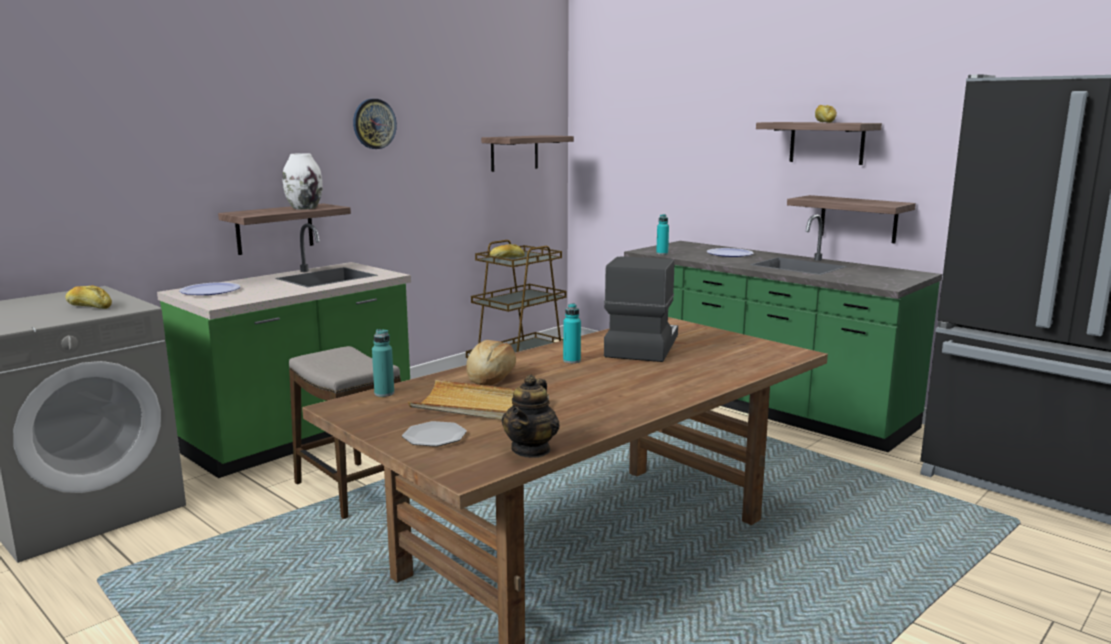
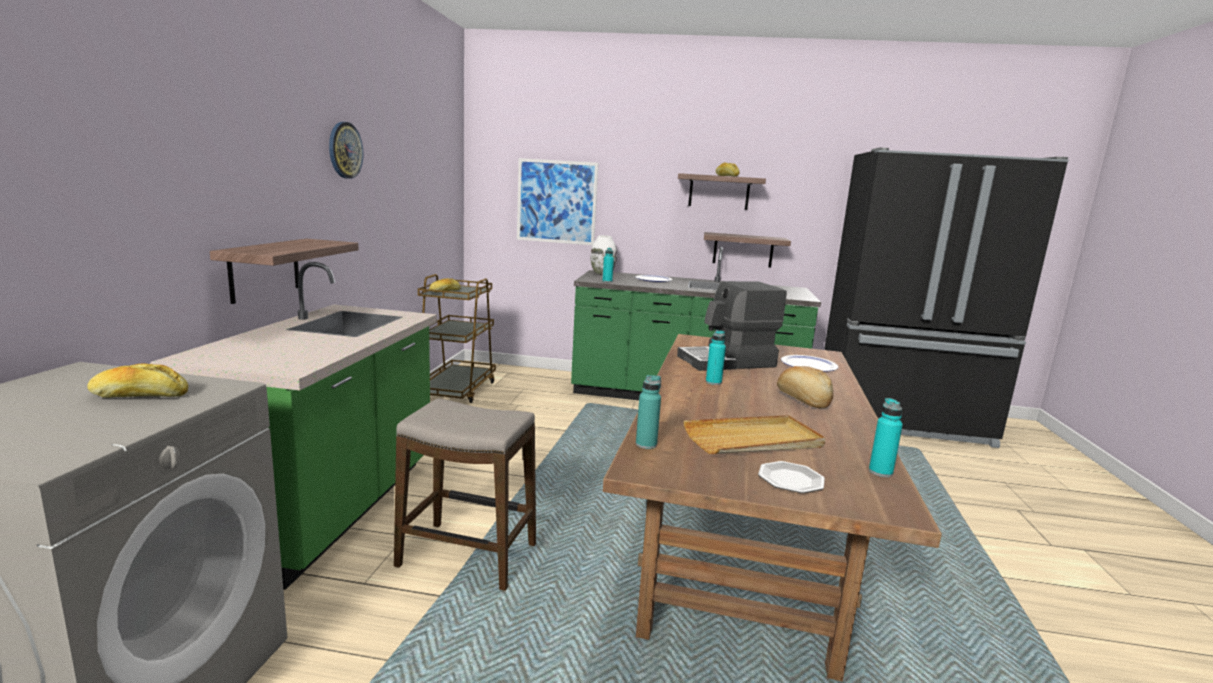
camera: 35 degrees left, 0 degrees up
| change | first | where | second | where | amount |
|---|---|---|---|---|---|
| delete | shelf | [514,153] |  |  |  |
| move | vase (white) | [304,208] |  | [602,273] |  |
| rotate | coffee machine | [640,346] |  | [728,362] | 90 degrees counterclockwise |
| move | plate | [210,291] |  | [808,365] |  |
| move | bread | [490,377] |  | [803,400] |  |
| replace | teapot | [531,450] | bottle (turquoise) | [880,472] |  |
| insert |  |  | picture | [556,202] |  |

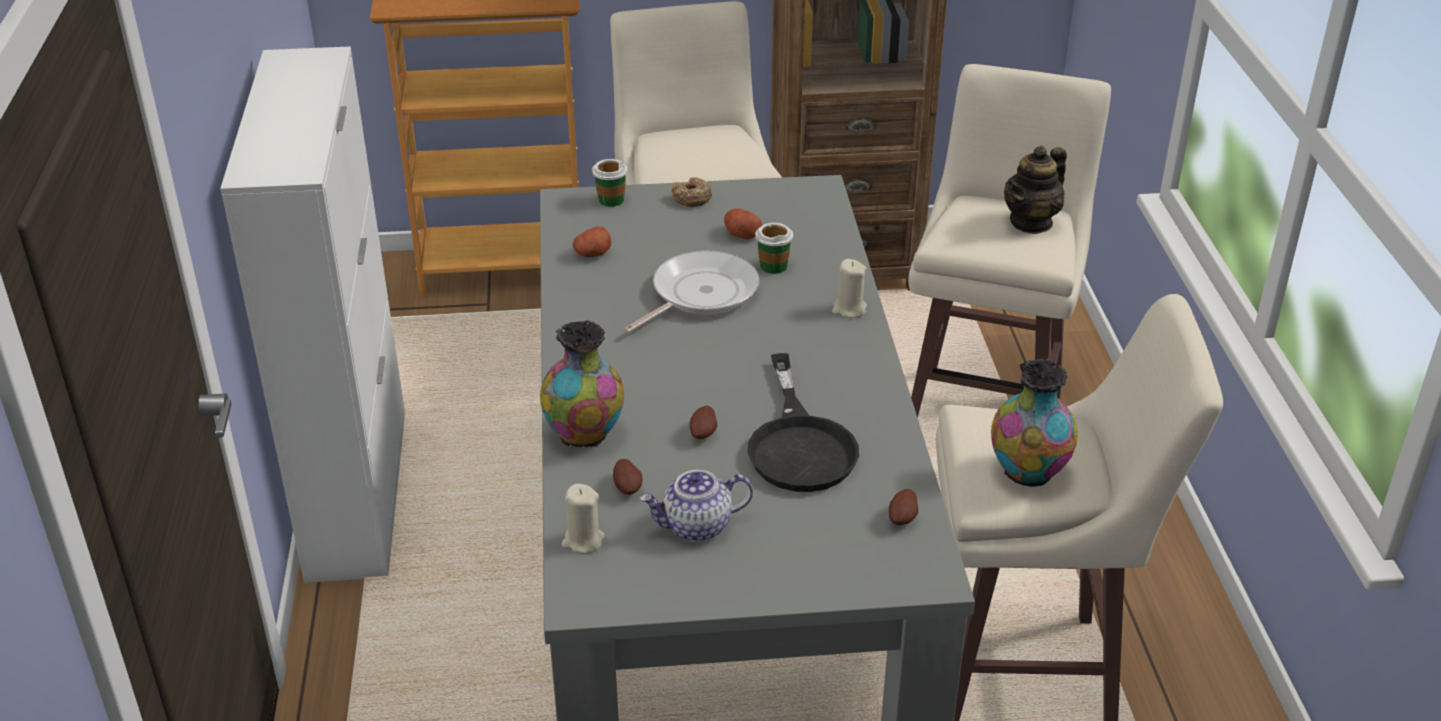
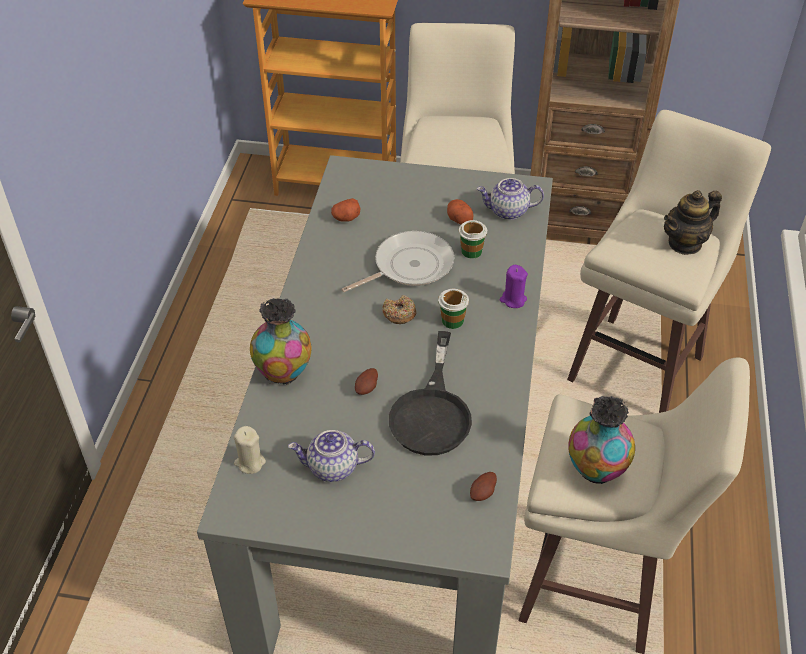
camera: 15 degrees right, 10 degrees up
| change | first | where | second | where | amount |
|---|---|---|---|---|---|
| delete | cabinet (white) | [358,492] |  |  |  |
| move | cup | [611,200] |  | [452,321] |  |
| move | donut | [692,198] |  | [399,314] |  |
| recolor | candle (beige) | [849,309] | candle (purple) | [513,300] |  |
| delete | potato | [628,487] |  |  |  |
| insert |  |  | teapot | [508,211] |  |

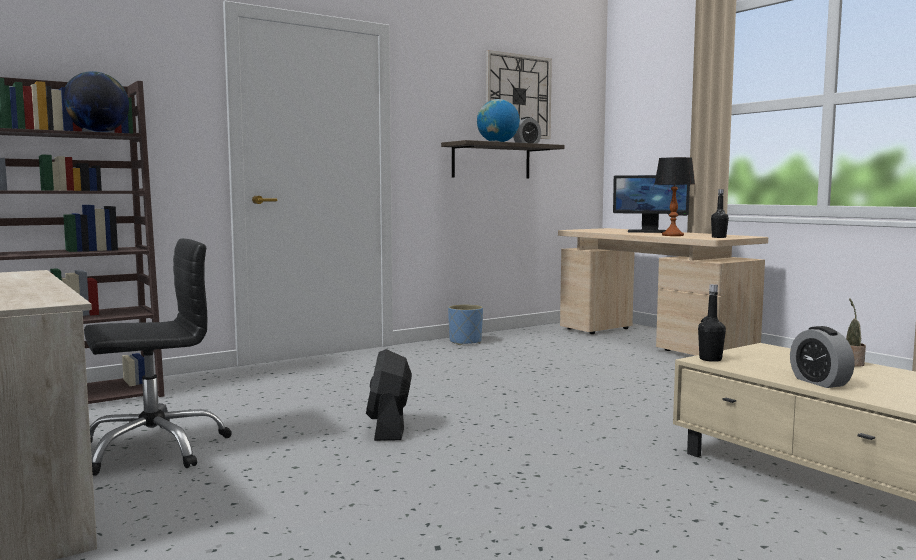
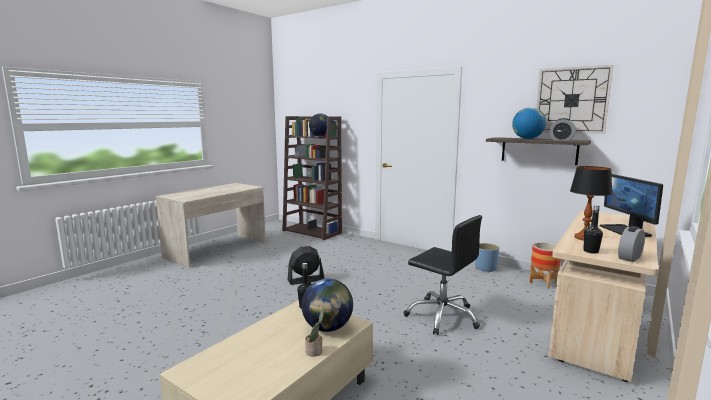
camera: 70 degrees right, 5 degrees up
| change | first | where | second | where | amount |
|---|---|---|---|---|---|
| move | office chair (black) | [153,449] |  | [442,316] |  |
| move | alarm clock | [819,382] |  | [629,258] |  |
| insert |  |  | planter | [543,282] |  |
| insert |  |  | globe | [327,328] |  |

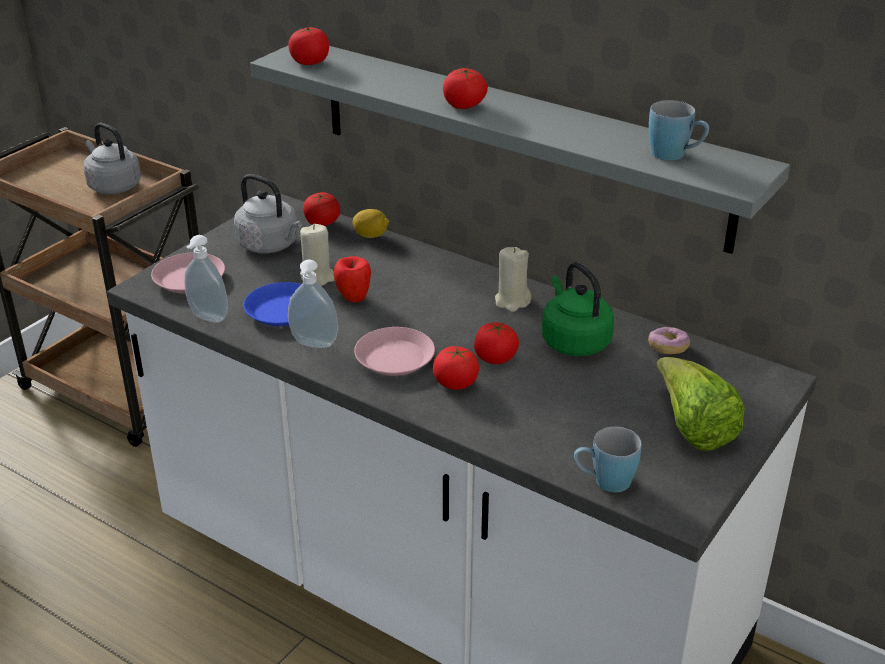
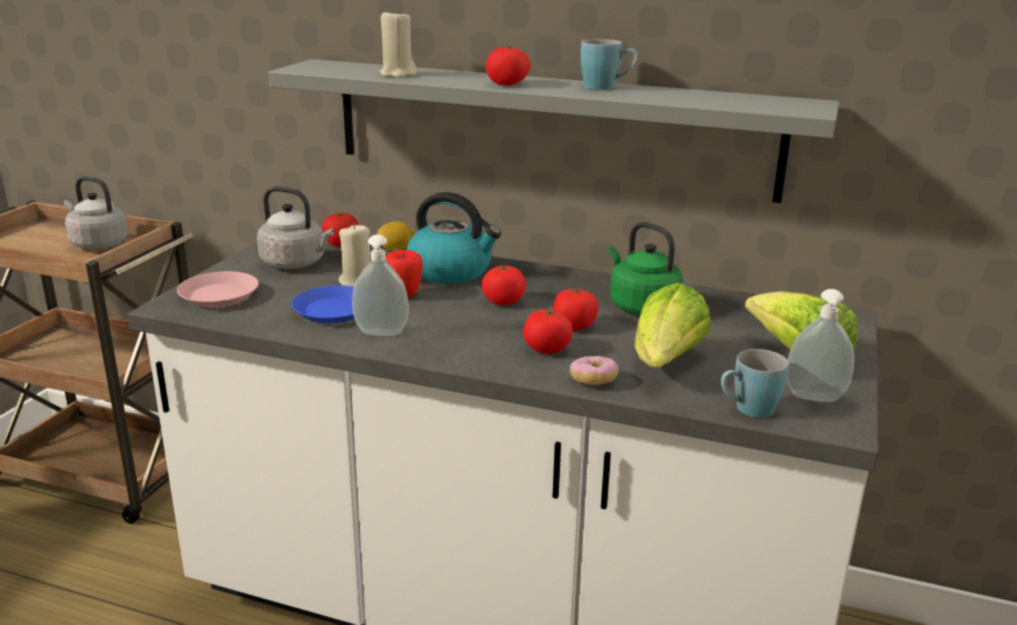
camera: 15 degrees left, 10 degrees down
| change | first | where | second | where | amount |
|---|---|---|---|---|---|
| move | tomato | [310,62] |  | [503,301] |  |
| move | mug (blue) | [675,155] |  | [607,87] |  |
| move | soap dispenser | [207,318] |  | [814,399] |  |
| move | candle (beige) | [512,301] |  | [398,74] |  |
| delete | plate (pink) | [395,358] |  |  |  |
| move | donut | [668,348] |  | [593,380] |  |
| insert |  |  | kettle | [451,271] |  |
| insert |  |  | lettuce | [666,362] |  |

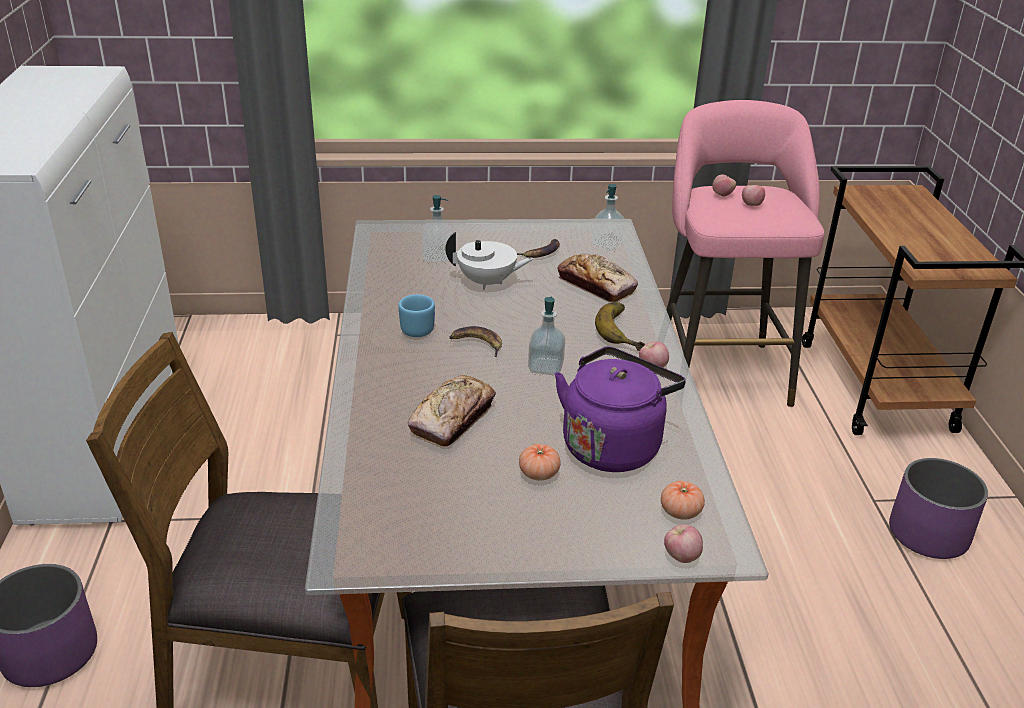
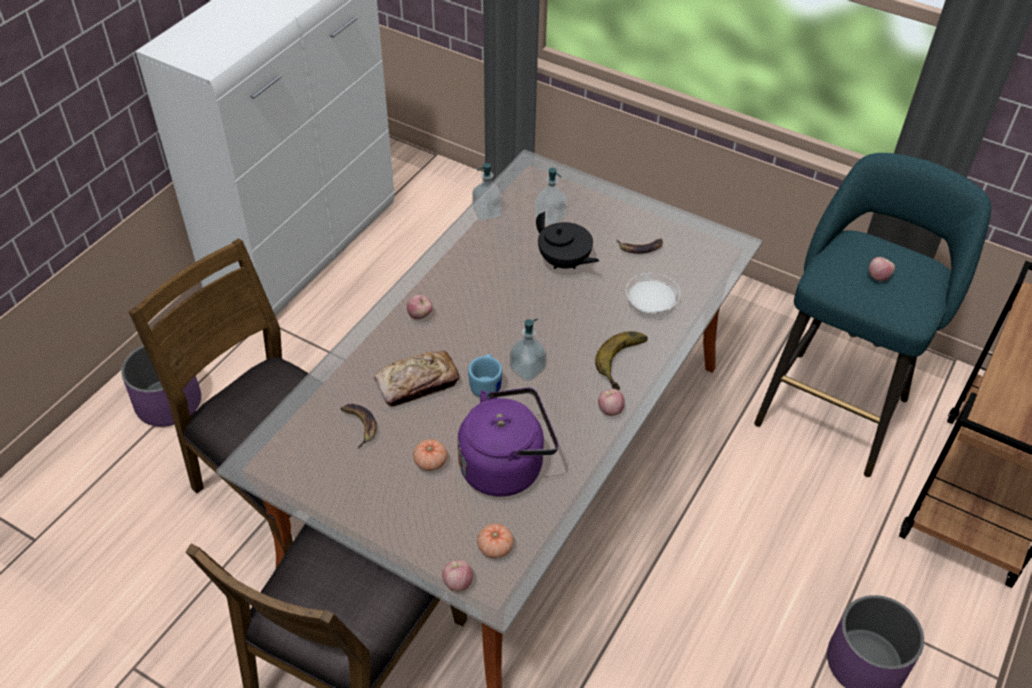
camera: 35 degrees right, 15 degrees up
| change | first | where | second | where | amount |
|---|---|---|---|---|---|
| recolor | stool (pink) | [719,369] | stool (turquoise) | [835,405] |  |
| move | apple | [722,195] |  | [420,315] |  |
| move | soap dispenser | [607,244] |  | [487,213] |  |
| recolor | teapot (white) | [487,282] | teapot (black) | [564,262] |  |
| replace | bread | [596,285] | plate (white) | [651,304] |  |
| move | mug (blue) | [415,328] |  | [486,384] |  |
| move | banana | [477,343] |  | [359,425] |  |

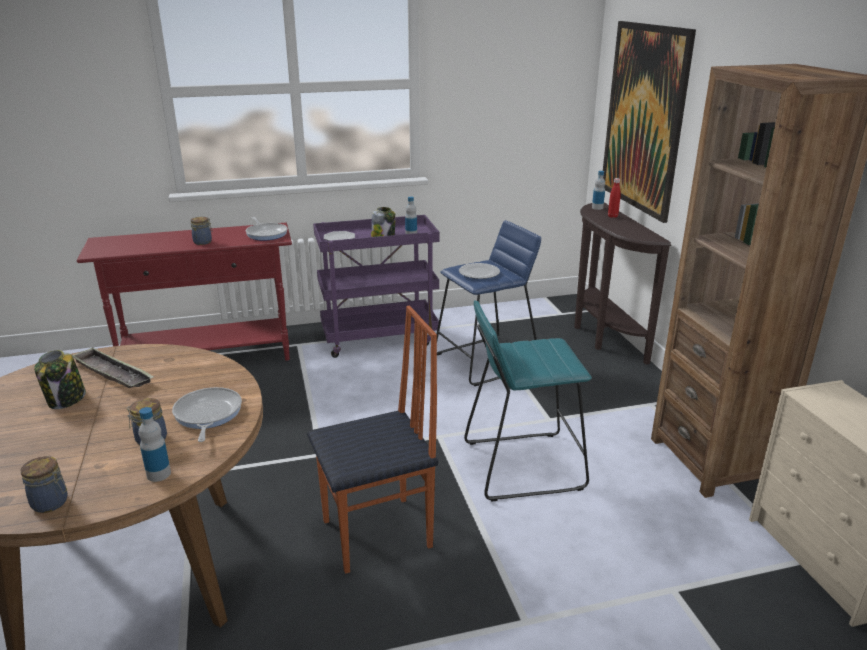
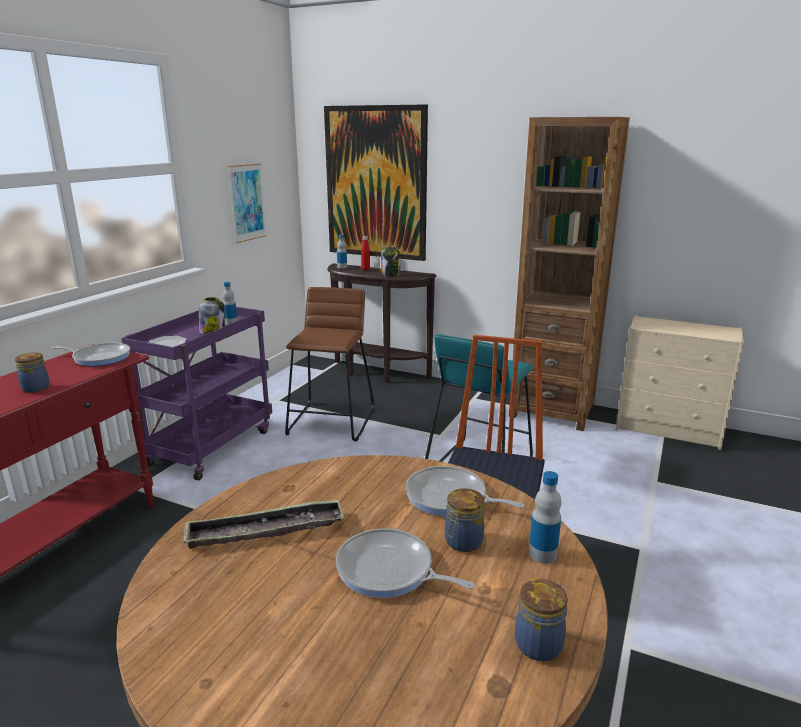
camera: 50 degrees left, 5 degrees down
| change | first | where | second | where | amount |
|---|---|---|---|---|---|
| recolor | stool (blue) | [486,361] | stool (brown) | [332,422] |  |
| delete | plate | [479,273] |  |  |  |
| move | jar | [66,400] |  | [390,274] |  |
| insert |  |  | picture | [247,202] |  |
| insert |  |  | frying pan | [389,571] |  |

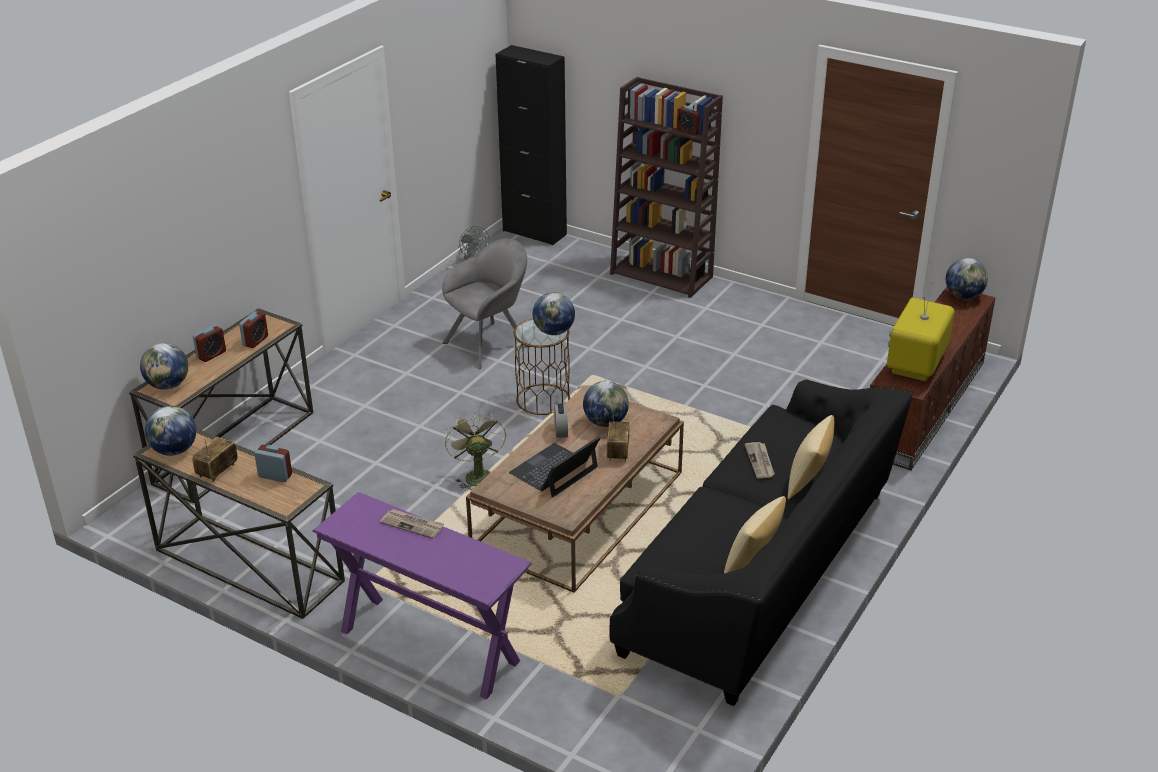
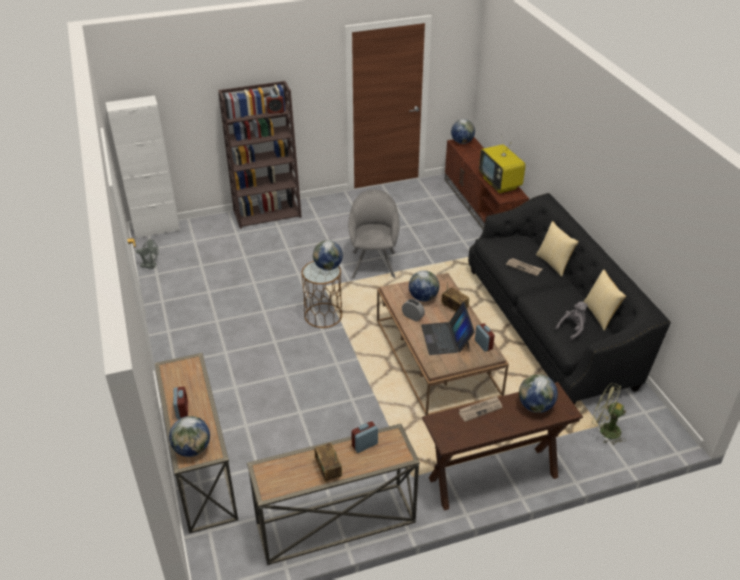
camera: 50 degrees left, 5 degrees up
| change | first | where | second | where | amount |
|---|---|---|---|---|---|
| recolor | cabinet (black) | [534,232] | cabinet (white) | [156,229] |  |
| move | armchair (grey) | [490,343] |  | [374,262] |  |
| move | alarm clock | [255,341] |  | [483,344] |  |
| move | globe | [174,450] |  | [535,406] |  |
| move | fan (green) | [476,475] |  | [605,430] |  |
| recolor | console table (purple) | [429,645] | console table (brown) | [493,477] |  |
| insert |  |  | plush toy (grey) | [572,329] |  |

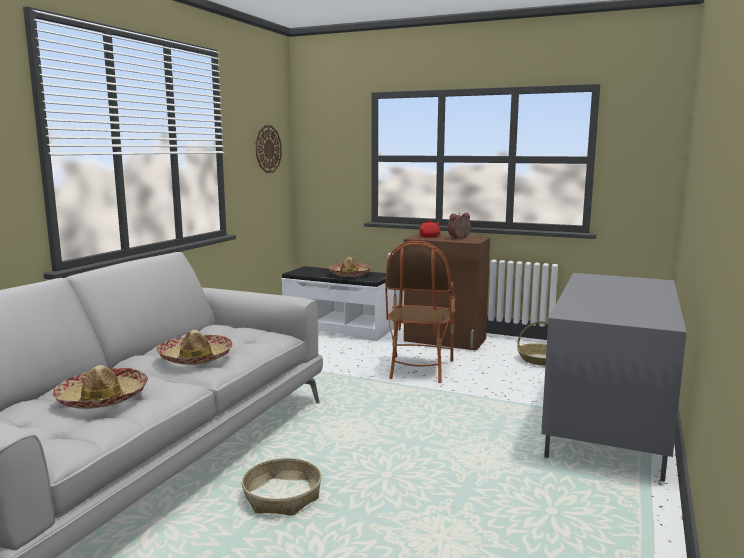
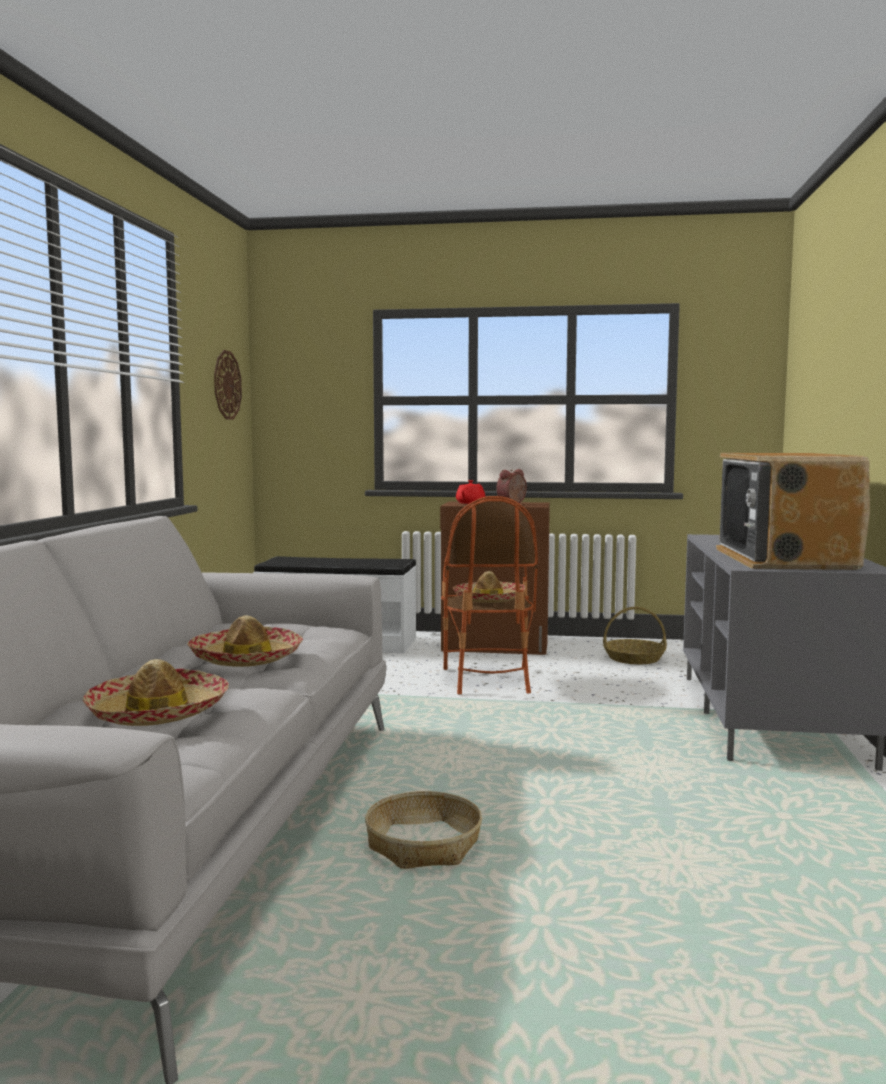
camera: 15 degrees left, 5 degrees down
| change | first | where | second | where | amount |
|---|---|---|---|---|---|
| move | hat | [349,274] |  | [489,599] |  |
| insert |  |  | television | [785,559] |  |

